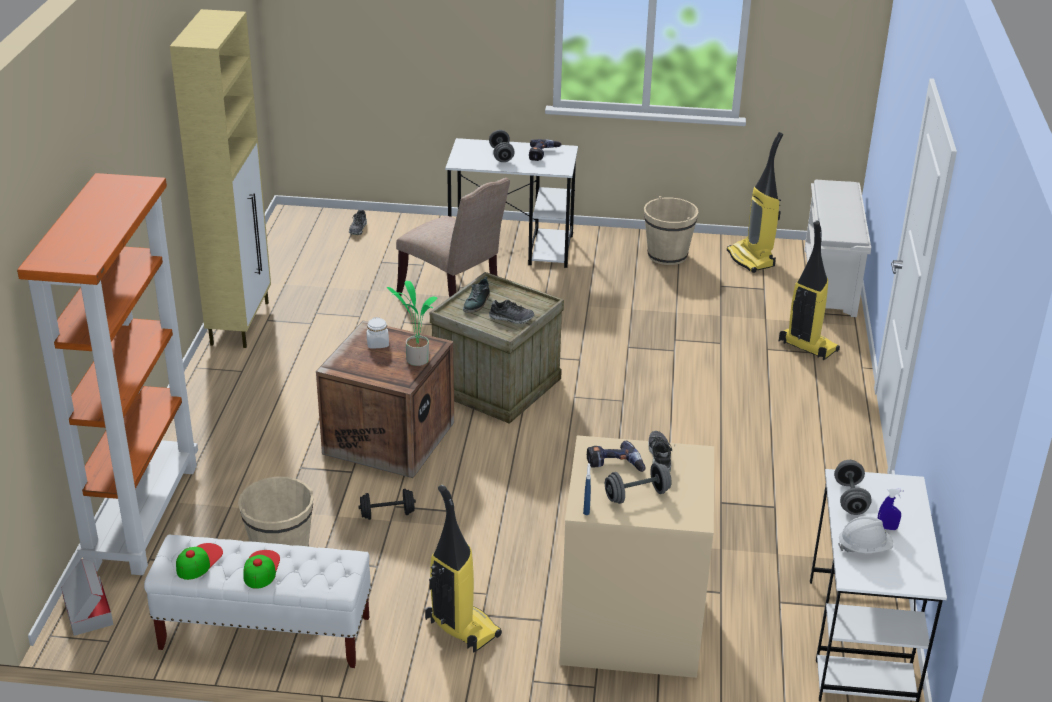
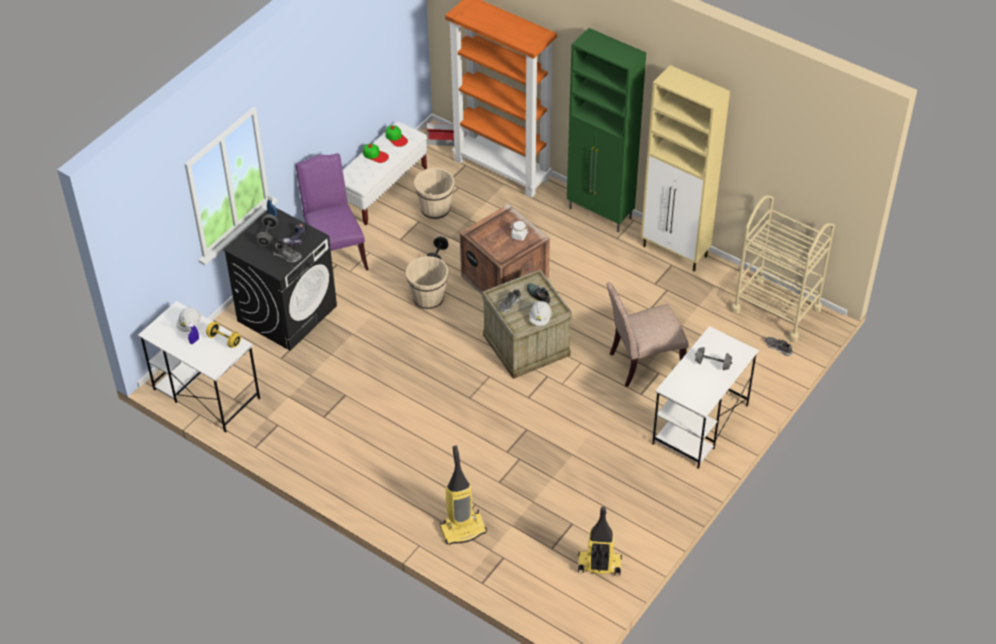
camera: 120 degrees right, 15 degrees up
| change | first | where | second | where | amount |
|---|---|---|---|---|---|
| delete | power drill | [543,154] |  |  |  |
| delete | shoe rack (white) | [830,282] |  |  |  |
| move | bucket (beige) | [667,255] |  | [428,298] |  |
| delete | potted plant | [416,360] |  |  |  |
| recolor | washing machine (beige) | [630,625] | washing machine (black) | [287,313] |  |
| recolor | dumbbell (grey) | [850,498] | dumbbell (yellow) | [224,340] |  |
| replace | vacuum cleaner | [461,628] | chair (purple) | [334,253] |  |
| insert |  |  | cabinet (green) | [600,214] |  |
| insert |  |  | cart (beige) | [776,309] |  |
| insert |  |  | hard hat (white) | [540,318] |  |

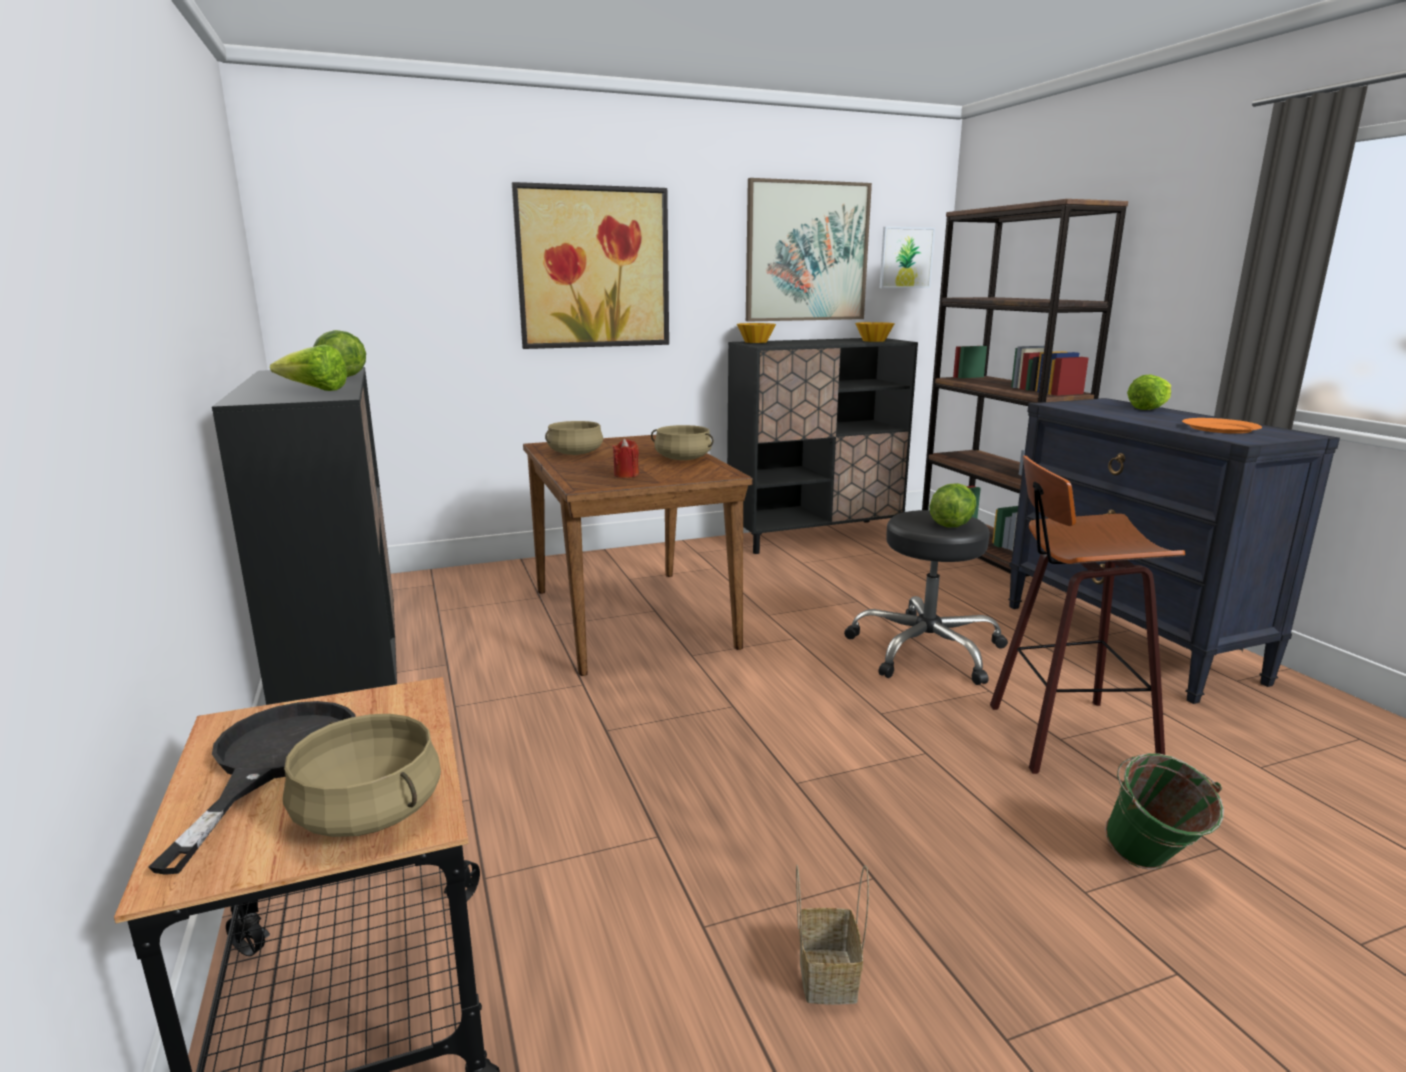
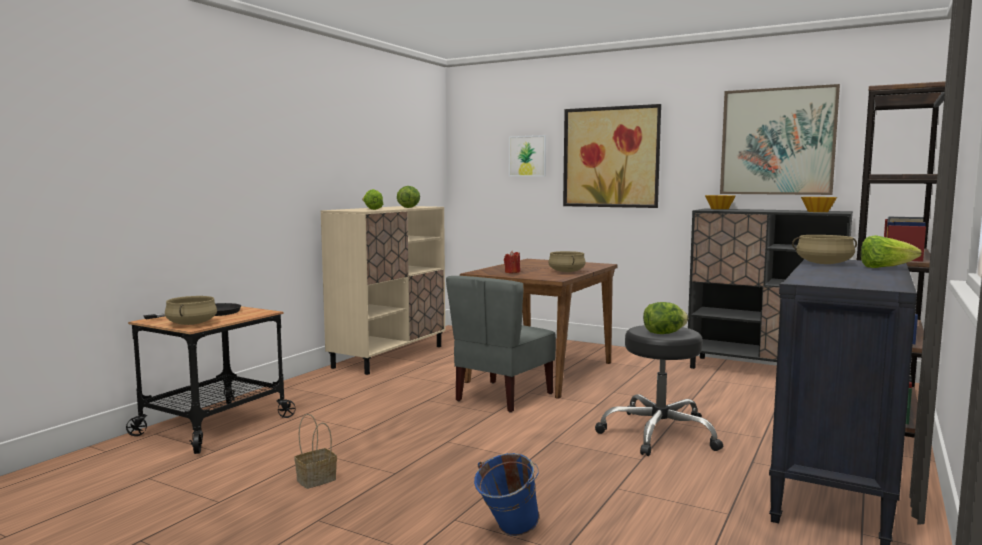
camera: 50 degrees right, 10 degrees down
| change | first | where | second | where | amount |
|---|---|---|---|---|---|
| move | picture | [906,258] |  | [527,156] |  |
| recolor | cabinet (black) | [345,679] | cabinet (beige) | [389,356] |  |
| delete | plate (orange) | [1220,428] |  |  |  |
| move | cooking pot (beige) | [575,453] |  | [824,263] |  |
| delete | stool | [1064,738] |  |  |  |
| recolor | bucket (green) | [1150,866] | bucket (blue) | [507,533] |  |
| insert |  |  | chair (grey) | [502,397] |  |

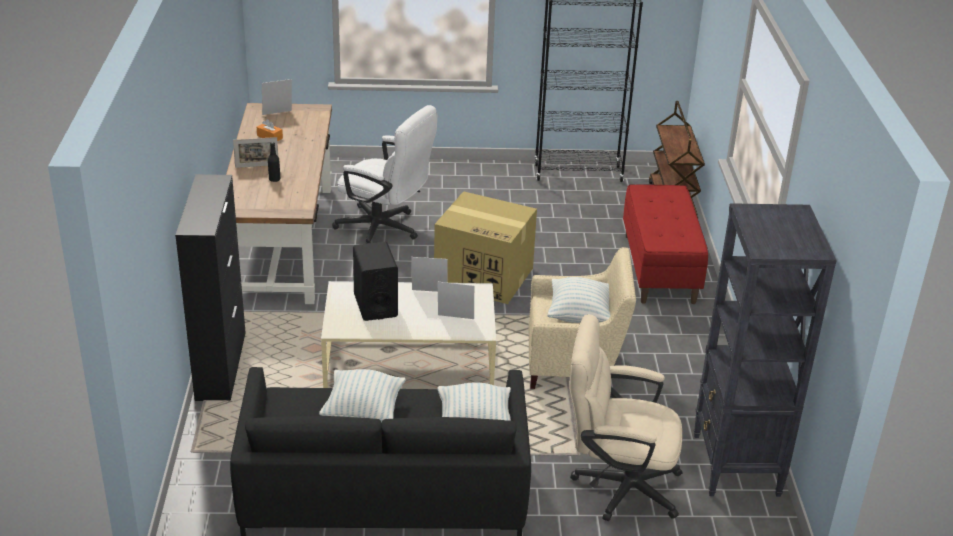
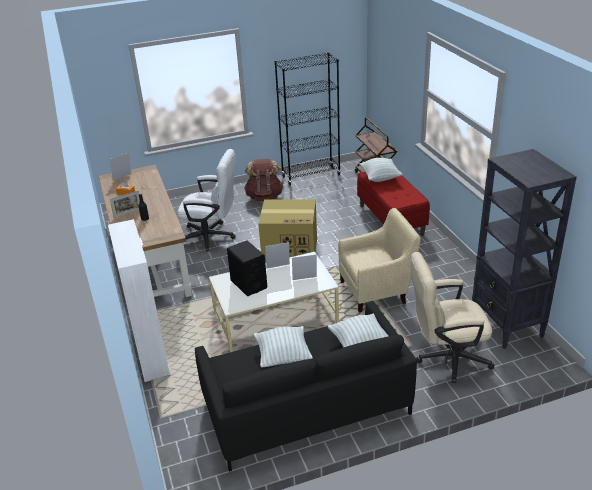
camera: 15 degrees left, 0 degrees up
| change | first | where | second | where | amount |
|---|---|---|---|---|---|
| recolor | cabinet (black) | [221,365] | cabinet (white) | [150,352] |  |
| move | pillow | [579,315] |  | [380,178] |  |
| insert |  |  | backpack (brown) | [264,197] |  |

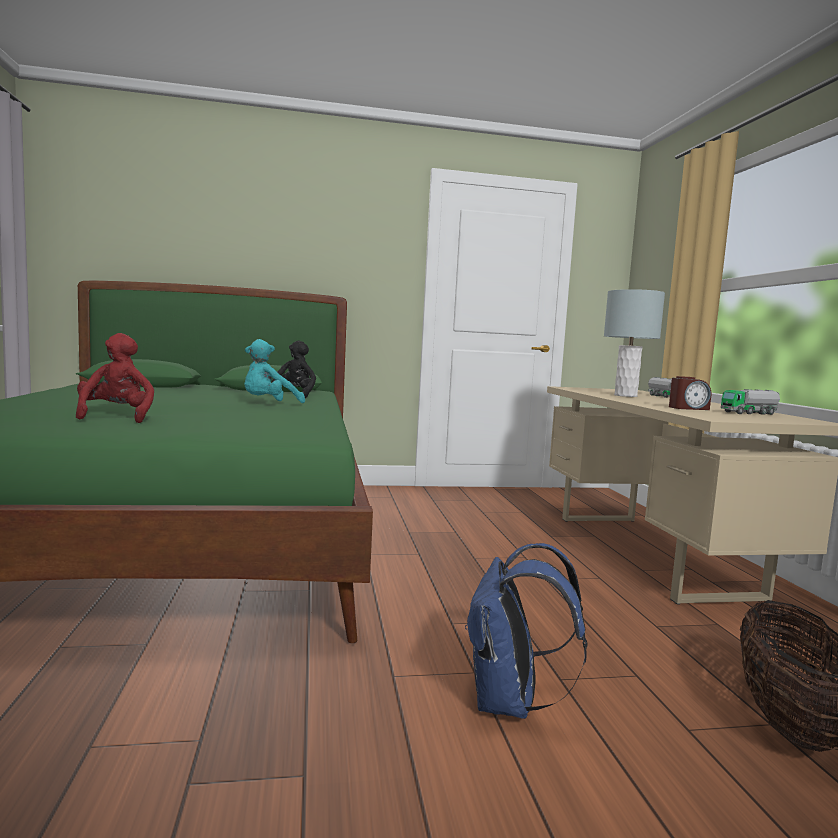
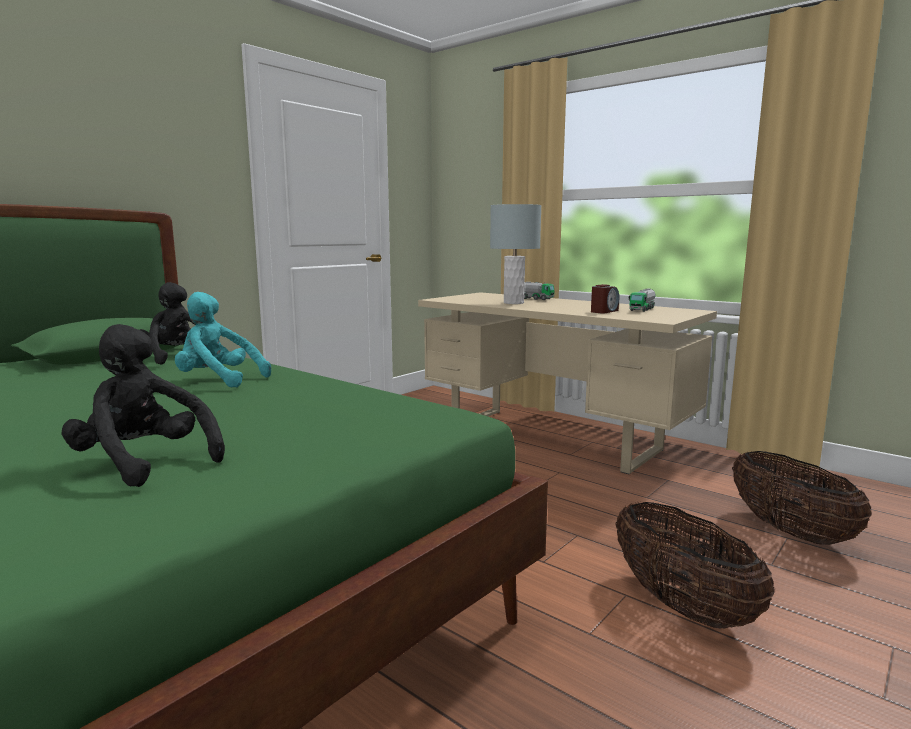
camera: 40 degrees left, 5 degrees up
| change | first | where | second | where | amount |
|---|---|---|---|---|---|
| recolor | plush toy (red) | [116,417] | plush toy (black) | [145,463] |  |
| rotate | plush toy (turquoise) | [269,404] |  | [218,381] | 105 degrees clockwise |
| replace | backpack (blue) | [510,703] | basket | [682,605] |  |

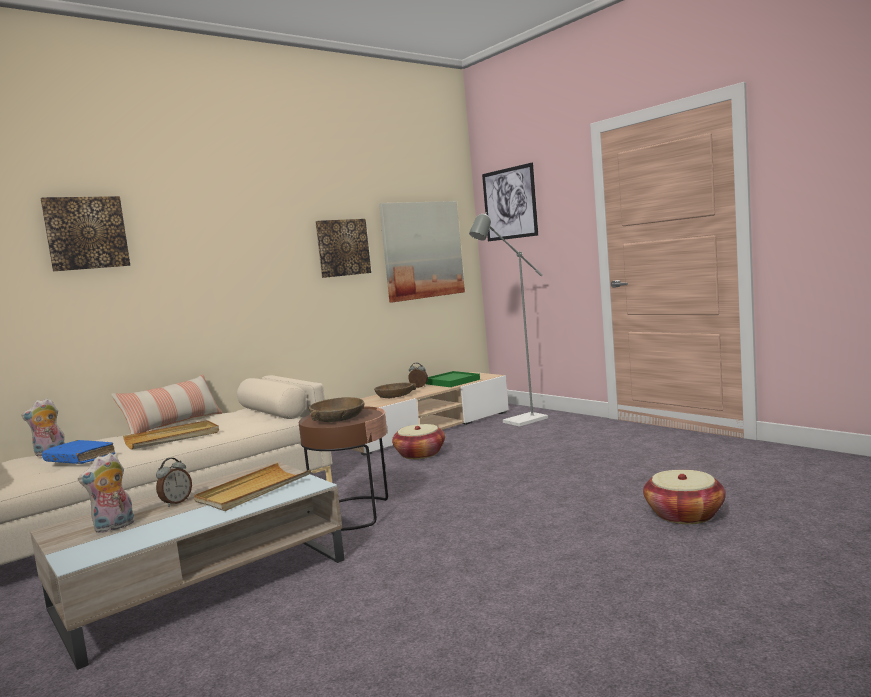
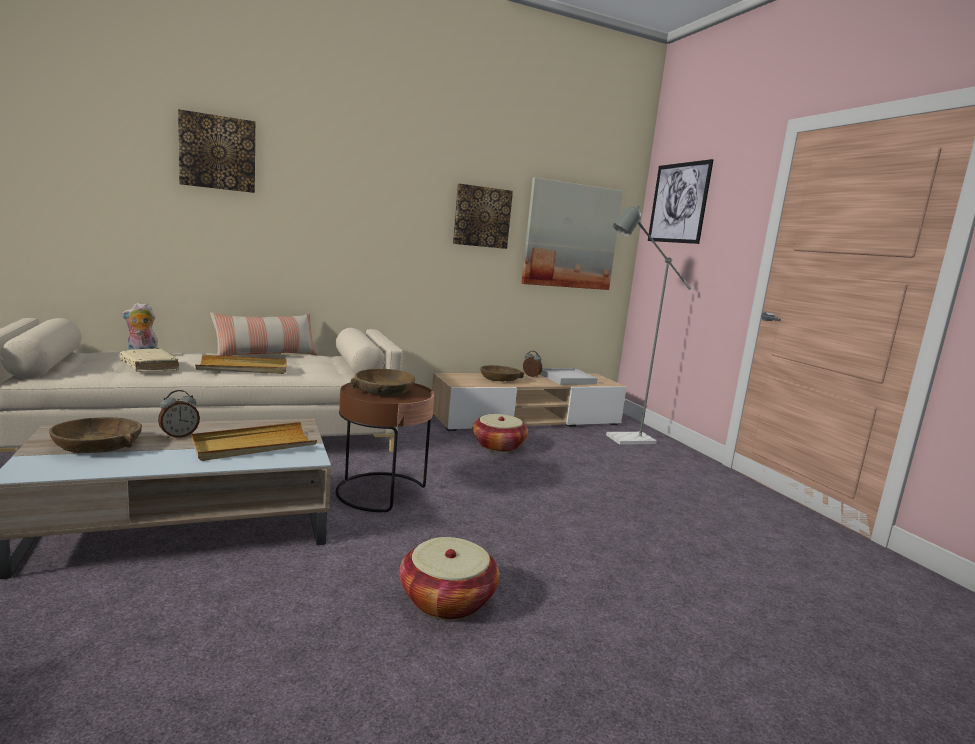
camera: 15 degrees right, 5 degrees up
| change | first | where | second | where | amount |
|---|---|---|---|---|---|
| recolor | tray (green) | [452,382] | tray (white) | [567,379] |  |
| recolor | book (blue) | [80,459] | book (beige) | [149,367] |  |
| replace | plush toy | [114,527] | bowl (brown) | [98,446] |  |
| move | basket | [684,515] |  | [447,600] |  |

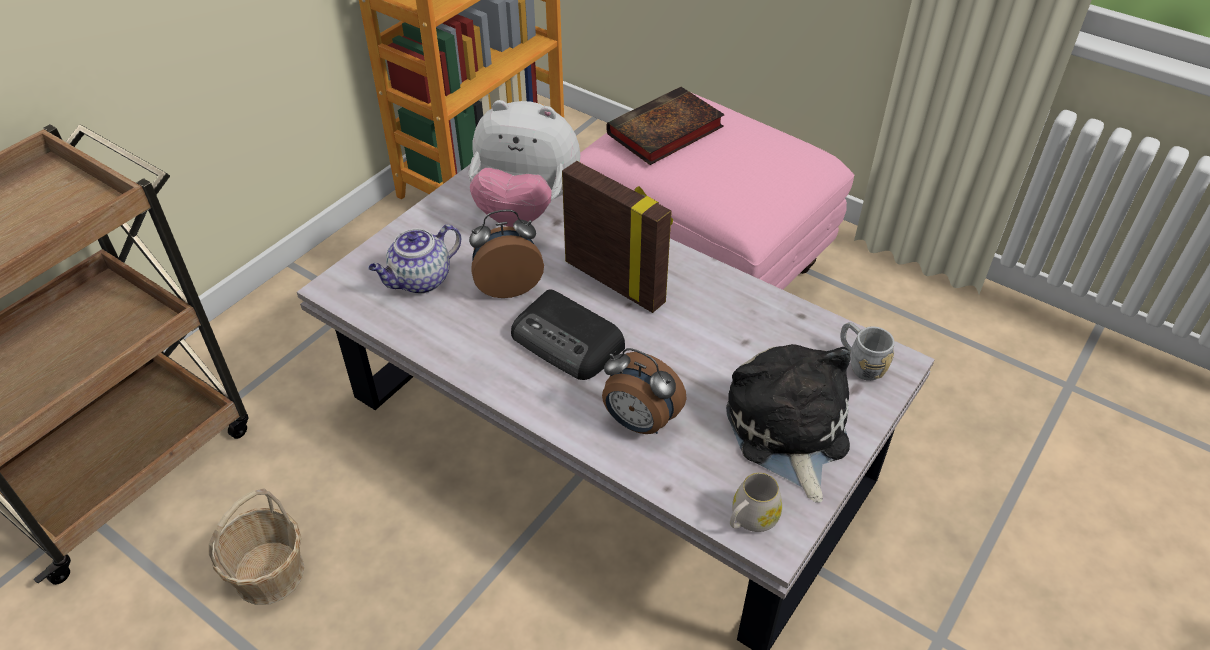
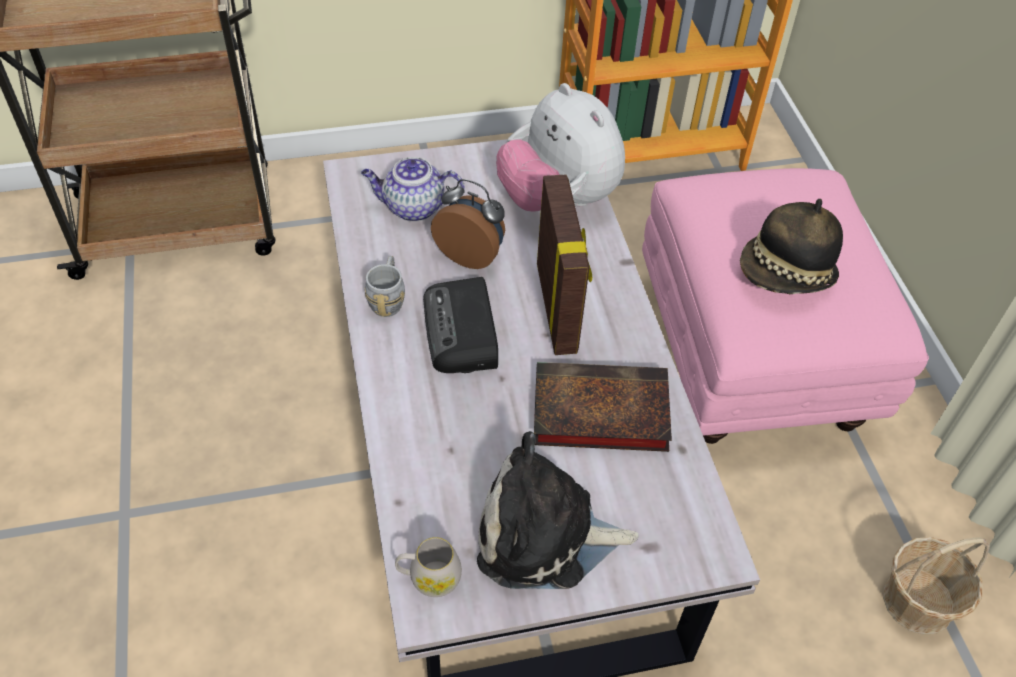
camera: 40 degrees right, 5 degrees up
| change | first | where | second | where | amount |
|---|---|---|---|---|---|
| move | book | [663,133] |  | [596,413] |  |
| move | mug (grey) | [860,363] |  | [388,299] |  |
| rotate | plush toy | [788,432] |  | [545,535] | 120 degrees counterclockwise |
| delete | alarm clock | [639,422] |  |  |  |
| move | basket | [270,573] |  | [918,601] |  |
| insert |  |  | hat | [786,275] |  |

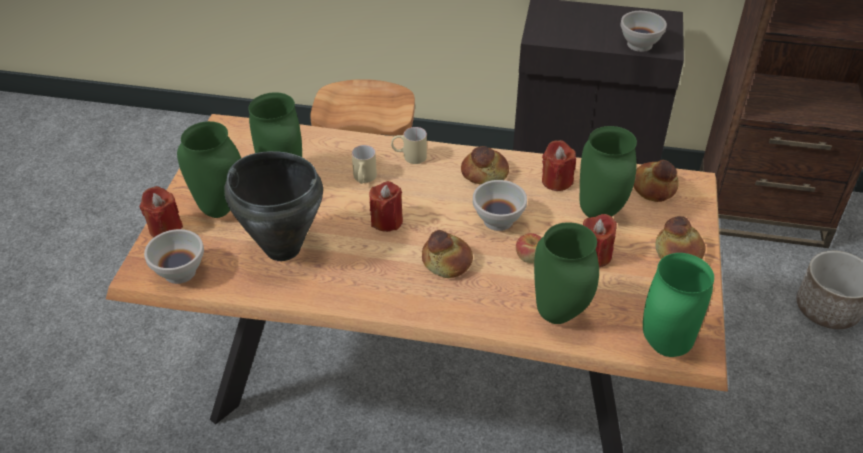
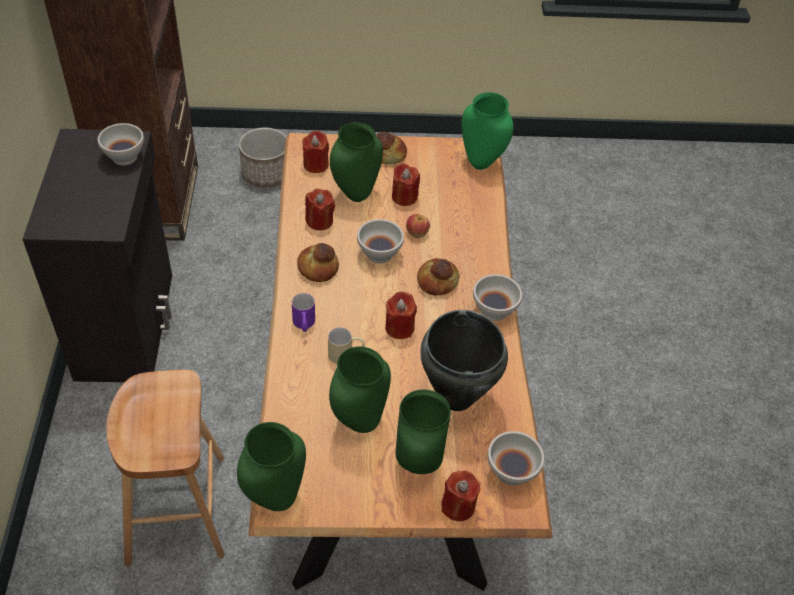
camera: 105 degrees left, 5 degrees up
| change | first | where | second | where | amount |
|---|---|---|---|---|---|
| recolor | mug (beige) | [409,156] | mug (purple) | [304,325] |  |
| replace | bread | [654,187] | candle (red) | [316,165] |  |
| move | vase (green) | [560,314] |  | [274,497] |  |
| insert |  |  | bowl (white) | [495,311] |  |

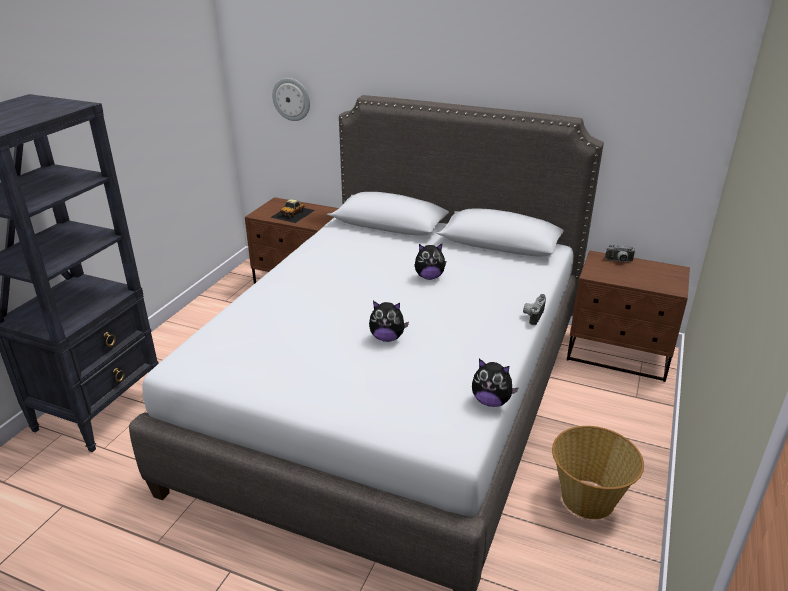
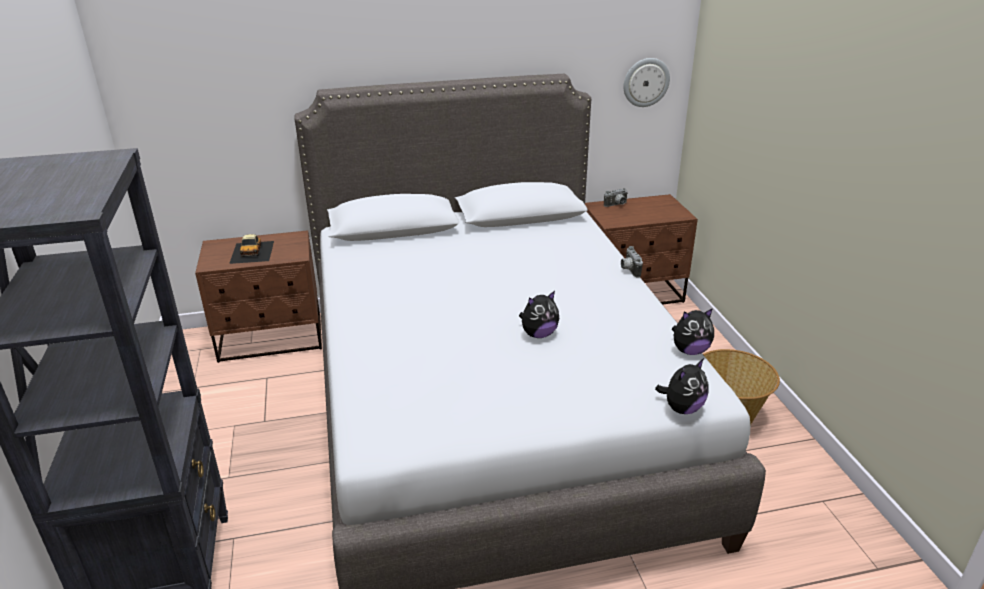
camera: 35 degrees left, 0 degrees up
| change | first | where | second | where | amount |
|---|---|---|---|---|---|
| move | wall clock | [291,99] |  | [646,82] |  |
| move | plush toy | [429,277] |  | [682,408] |  |

